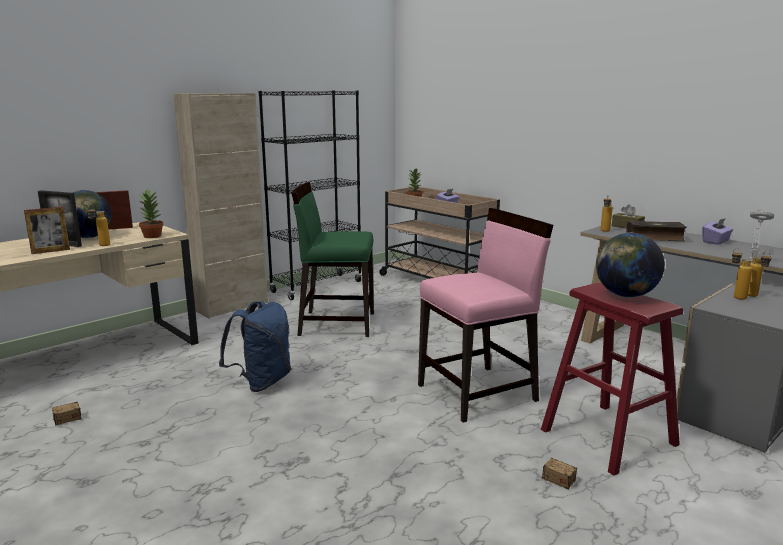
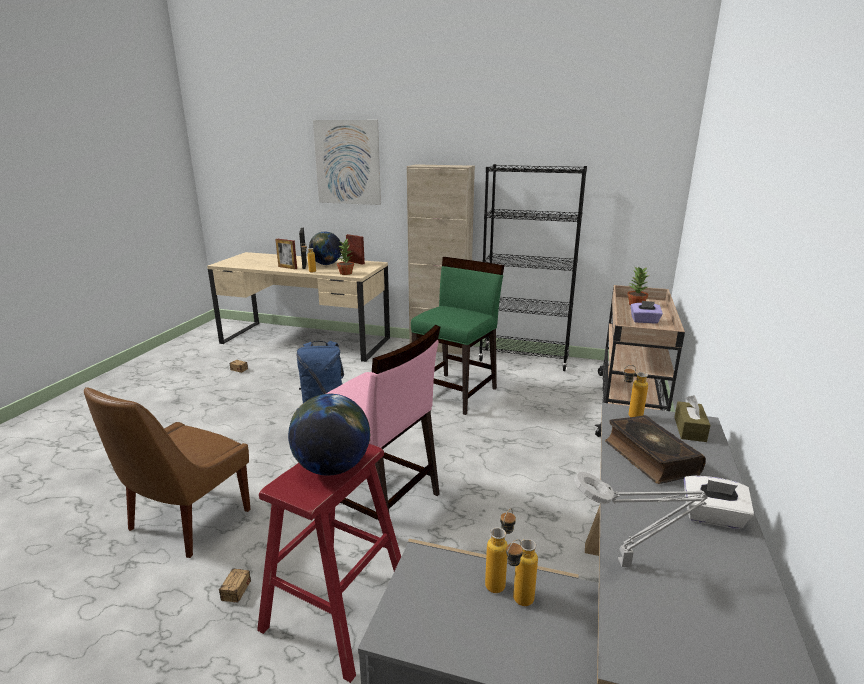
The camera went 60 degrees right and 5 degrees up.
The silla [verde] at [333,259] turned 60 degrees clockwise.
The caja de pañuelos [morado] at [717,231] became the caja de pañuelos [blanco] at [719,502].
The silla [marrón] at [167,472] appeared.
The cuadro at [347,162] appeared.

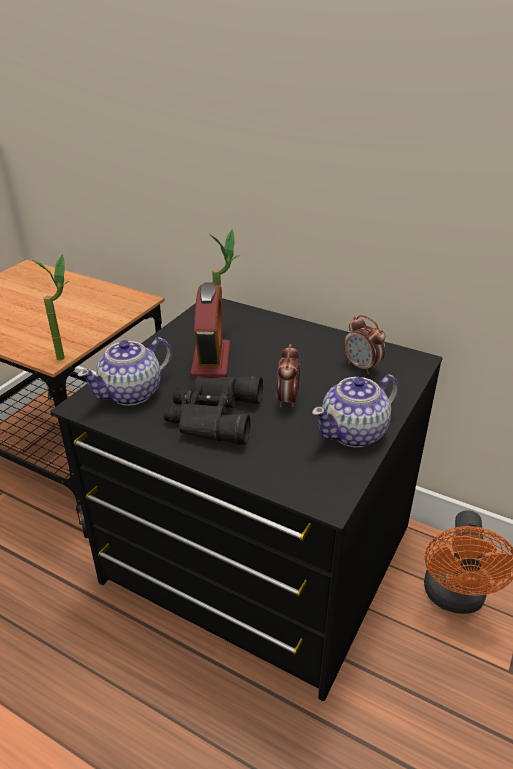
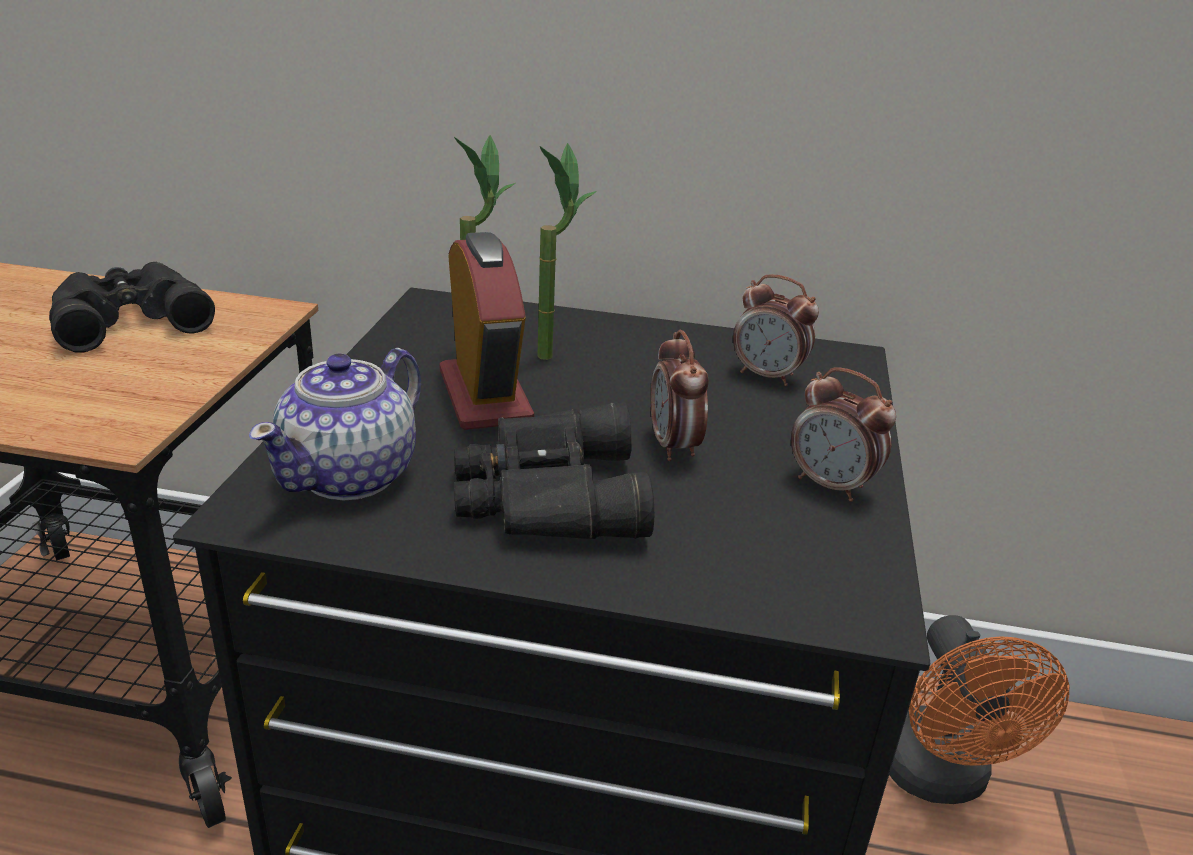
The camera went 20 degrees left and 5 degrees down.
The planta en maceta moved from [50,307] to [566,251].
The tetera at [355,411] was replaced by the despertador at [843,434].
The prismáticos [negro] at [132,307] appeared.

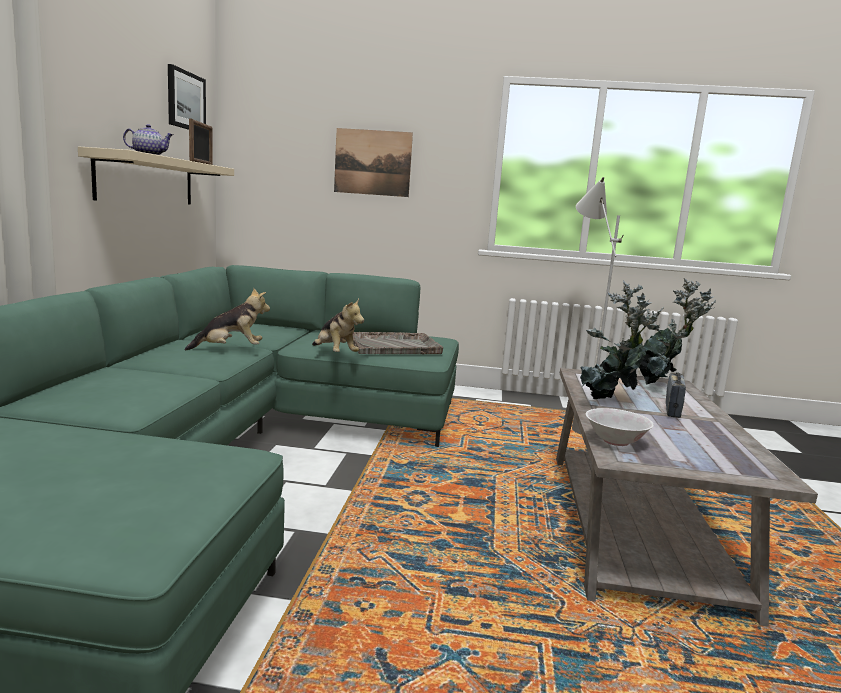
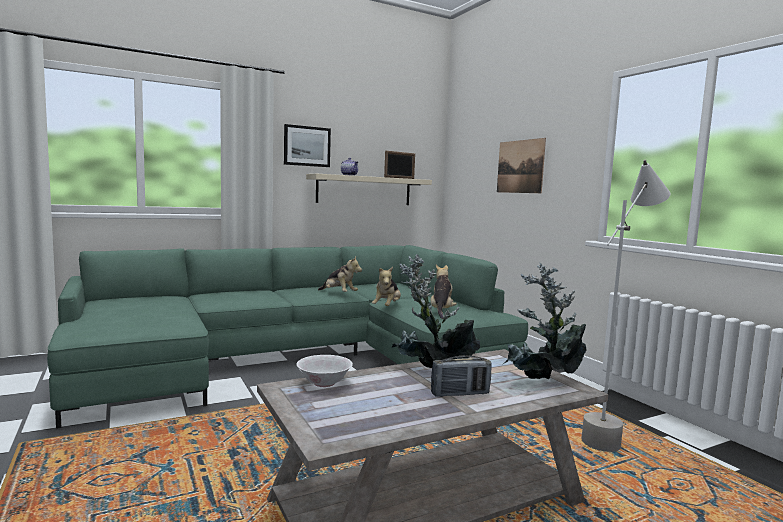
The camera went 55 degrees right and 5 degrees down.
The cuadro moved from [187,97] to [307,145].
The bandeja [gris] at [398,343] was replaced by the peluche at [444,292].

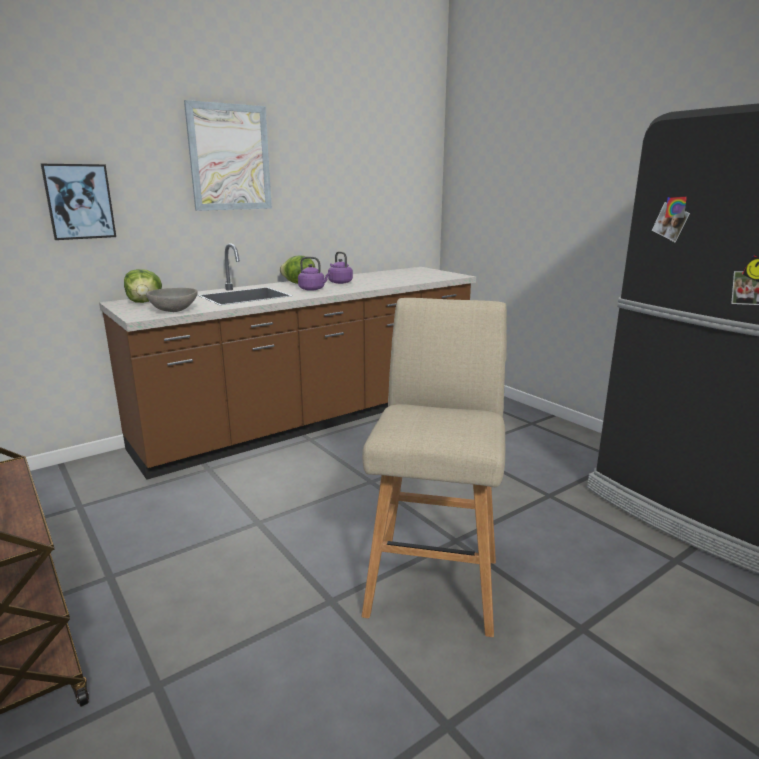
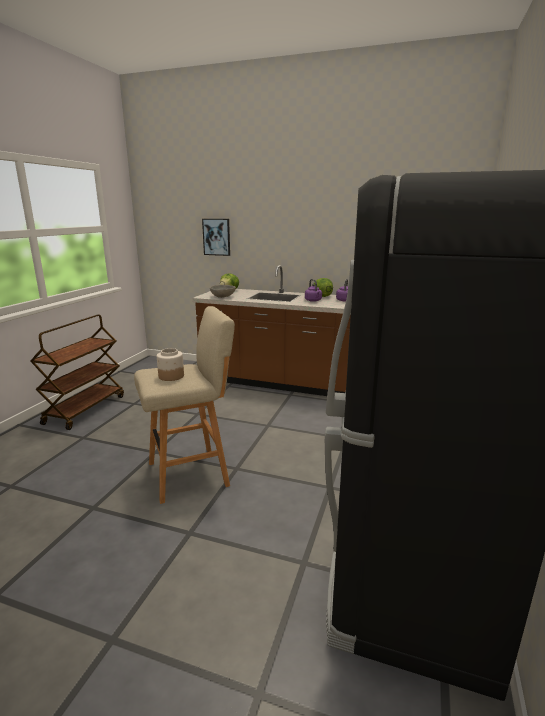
The camera went 55 degrees right and 0 degrees up.
The cuadro at [228,155] disappeared.
The tarro at [170,364] appeared.

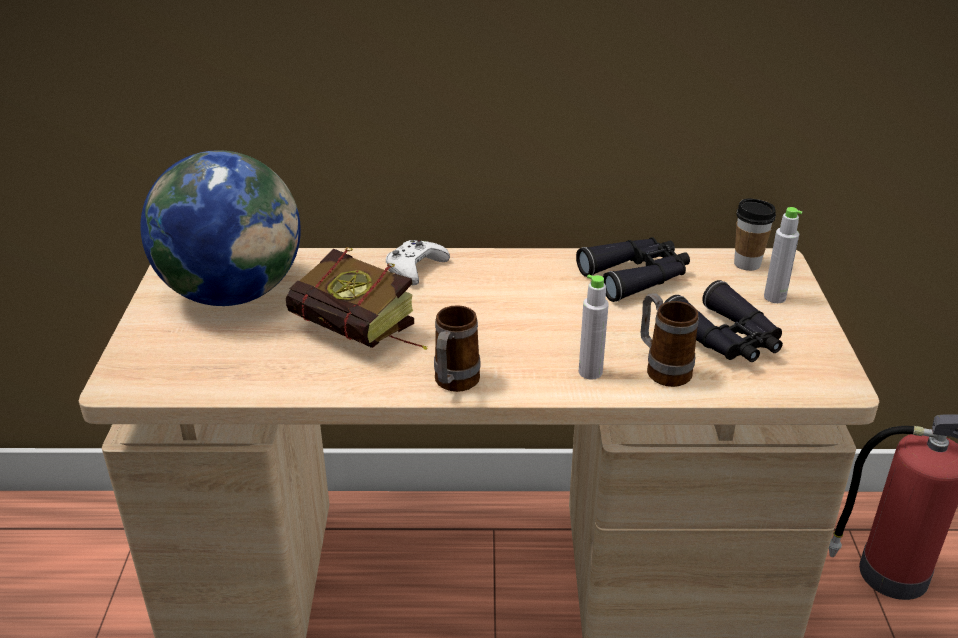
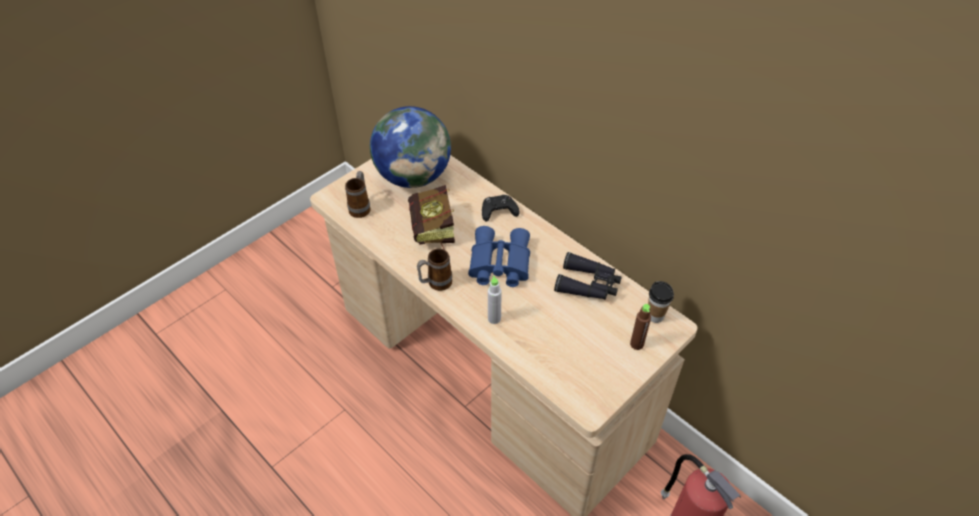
The camera went 45 degrees right and 15 degrees up.
The mando de consola [blanco] at [418,262] became the mando de consola [negro] at [501,208].
The taza grande moved from [670,340] to [358,194].
The prismáticos [negro] at [723,321] disappeared.
The botella [gris] at [783,255] became the botella [marrón] at [640,327].
The prismáticos [azul] at [499,256] appeared.

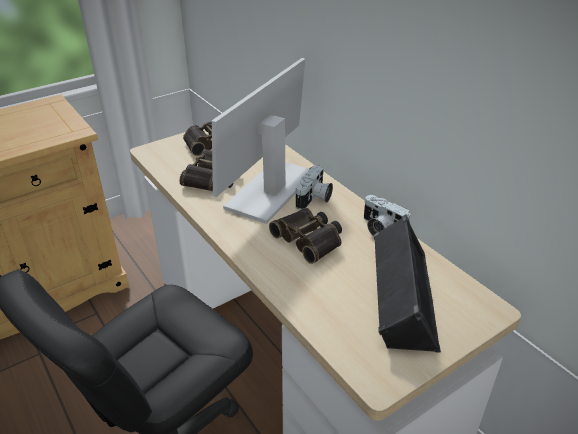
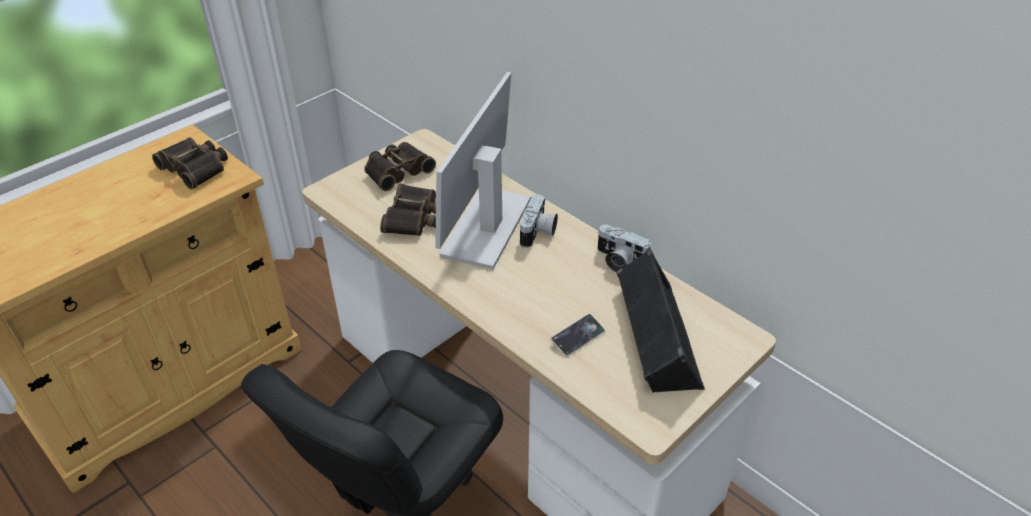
The camera went 10 degrees left and 5 degrees up.
The prismáticos moved from [305,236] to [190,163].
The móvil at [578,335] appeared.

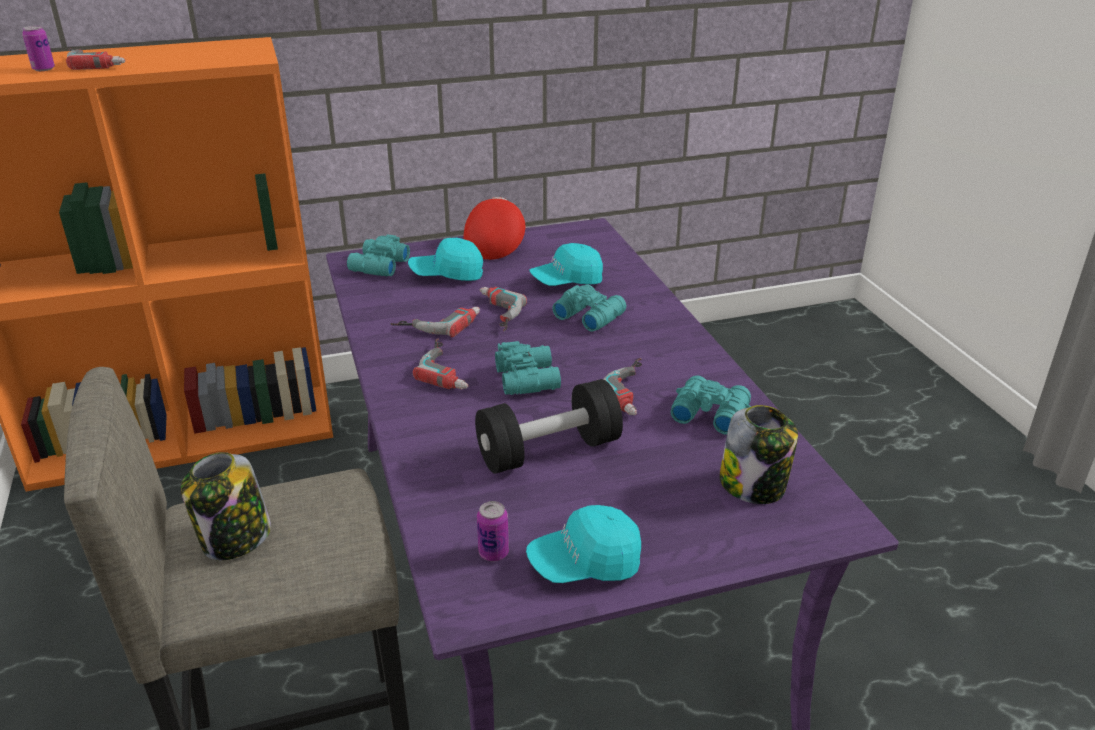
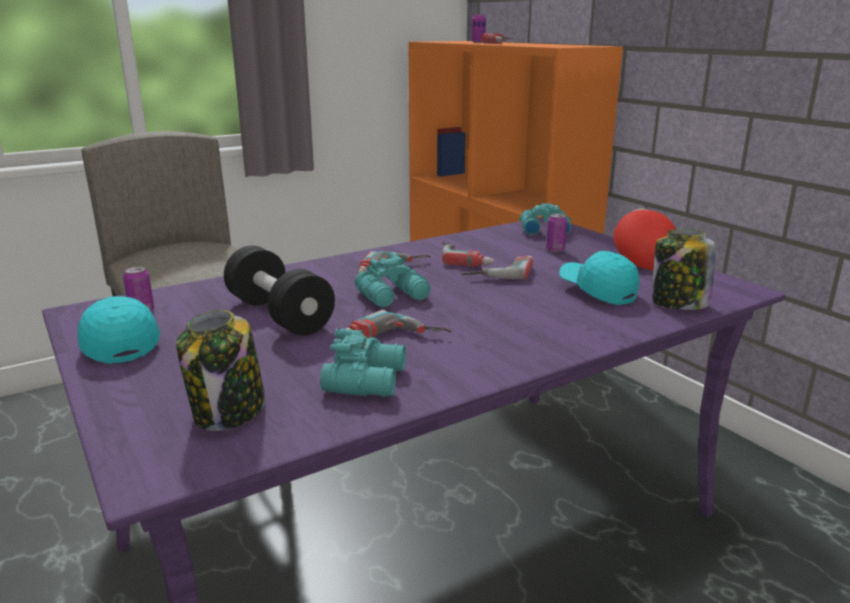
The camera went 75 degrees right and 10 degrees down.
The tarro moved from [226,506] to [684,269].
The gorra [turquesa] at [445,259] was replaced by the lata at [556,233].
The gorra [rojo] at [494,228] turned 90 degrees counterclockwise.
The prismáticos [turquesa] at [589,308] disappeared.

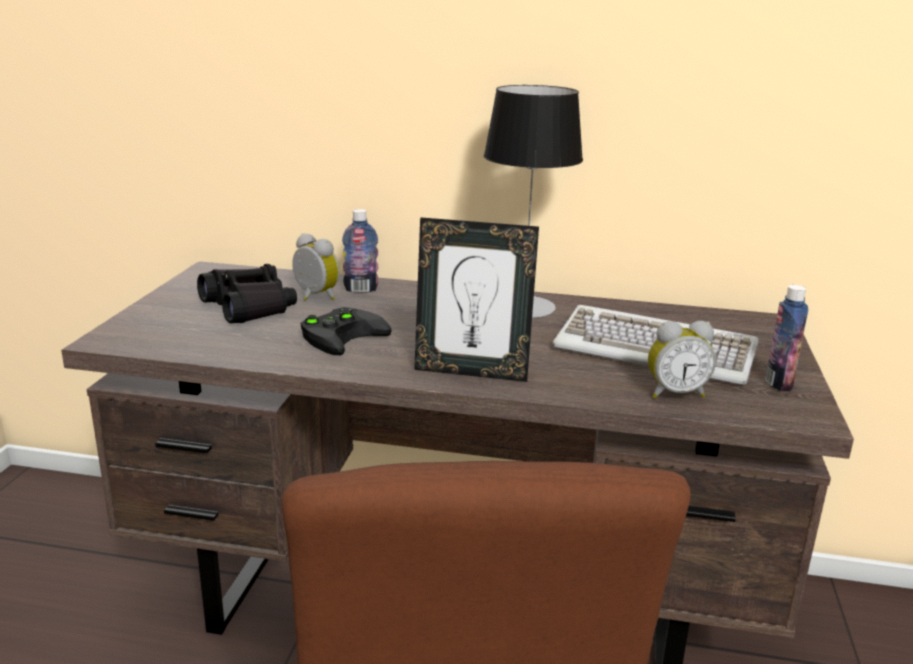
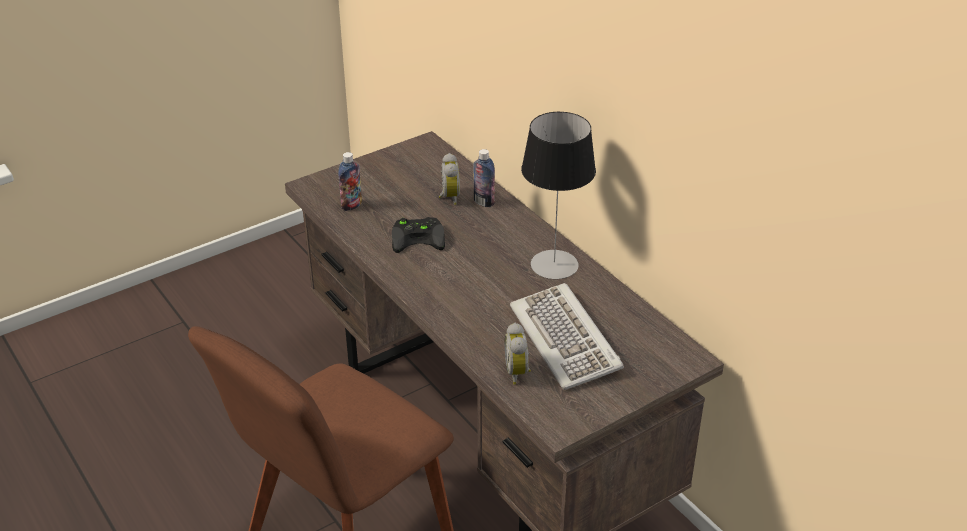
The camera went 45 degrees right and 15 degrees up.
The prismáticos [negro] at [247,293] disappeared.
The portarretratos at [476,299] disappeared.
The despertador at [682,360] turned 45 degrees clockwise.
The botella moved from [786,338] to [350,181].

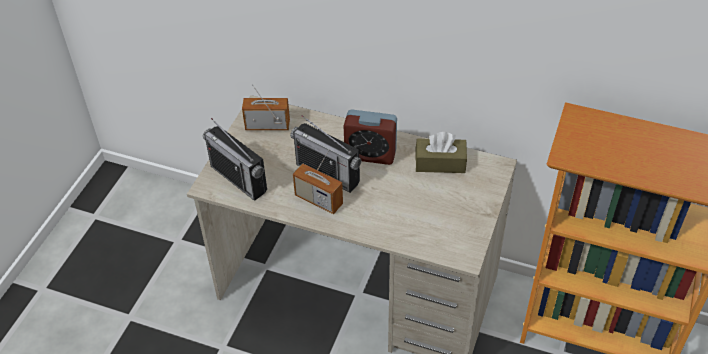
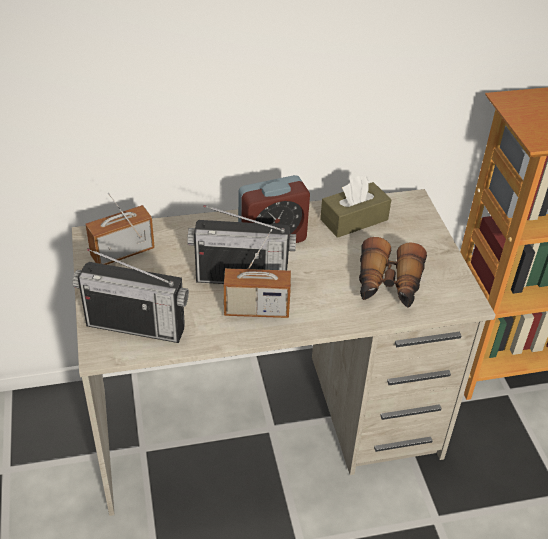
The camera went 35 degrees left and 5 degrees down.
The prismáticos at [393,272] appeared.

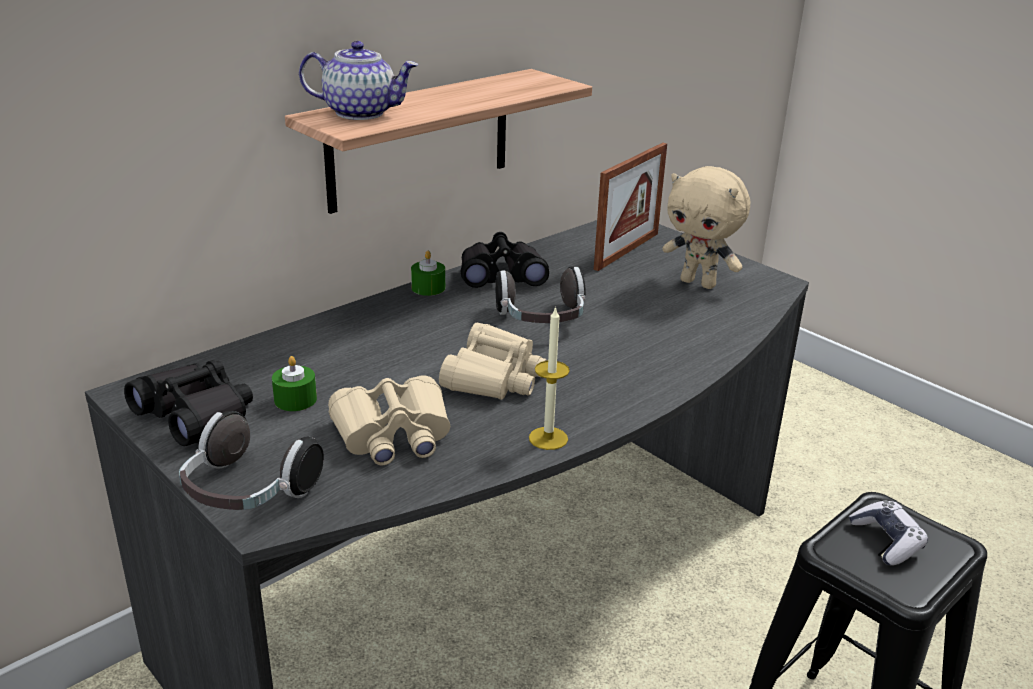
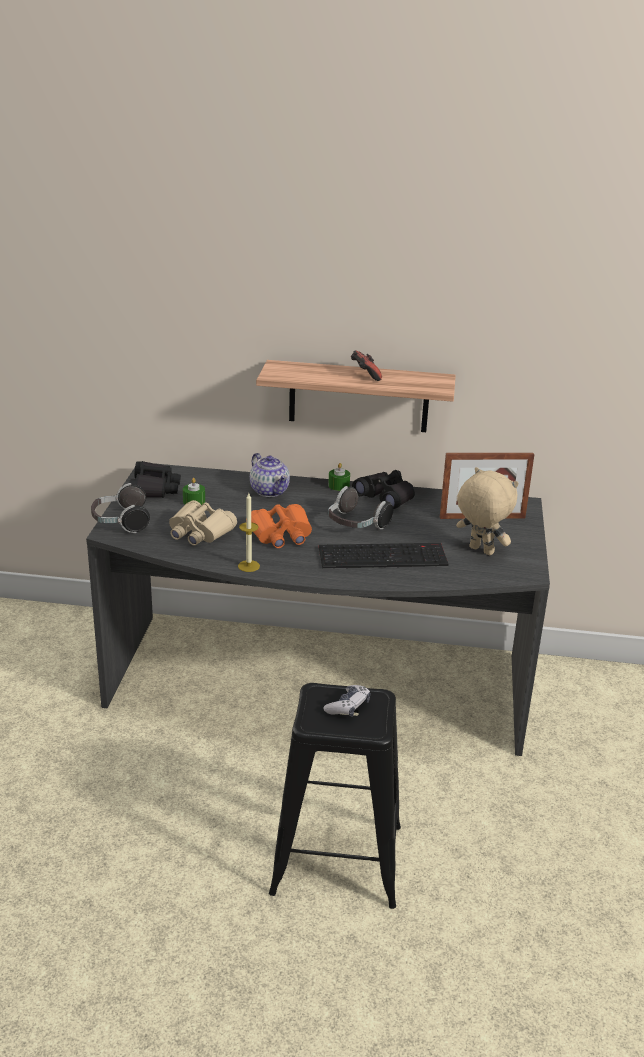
The camera went 50 degrees right and 0 degrees up.
The tetera moved from [359,80] to [270,475].
The prismáticos [beis] at [493,361] became the prismáticos [naranja] at [281,526].
The peluche [beis] at [706,227] turned 135 degrees clockwise.
The teclado at [383,556] appeared.
The mando de consola at [366,365] appeared.

